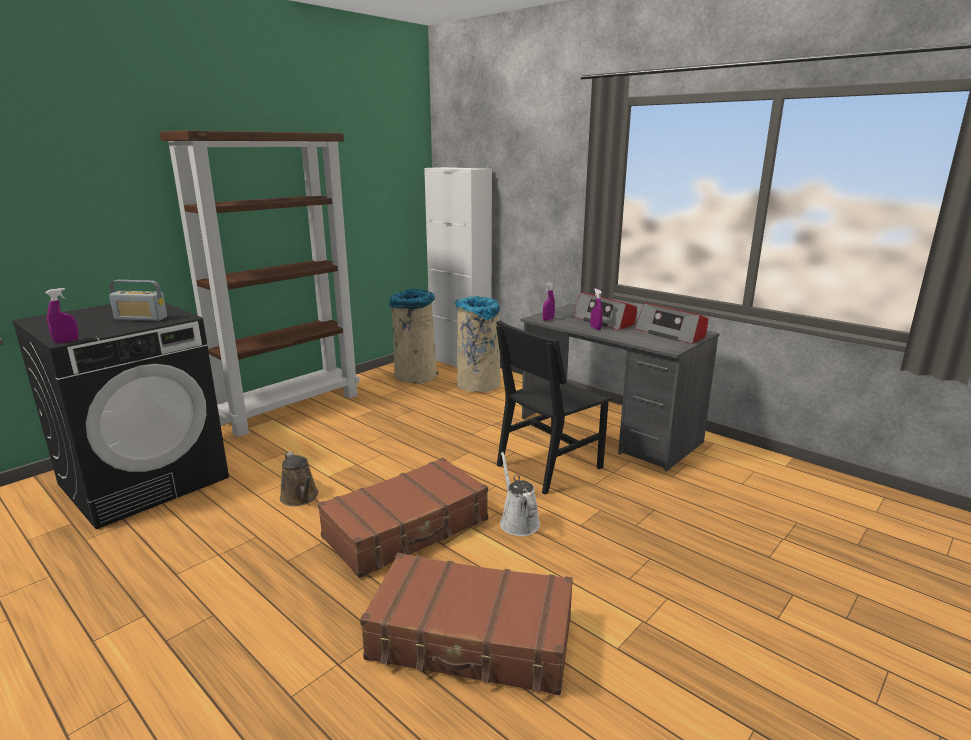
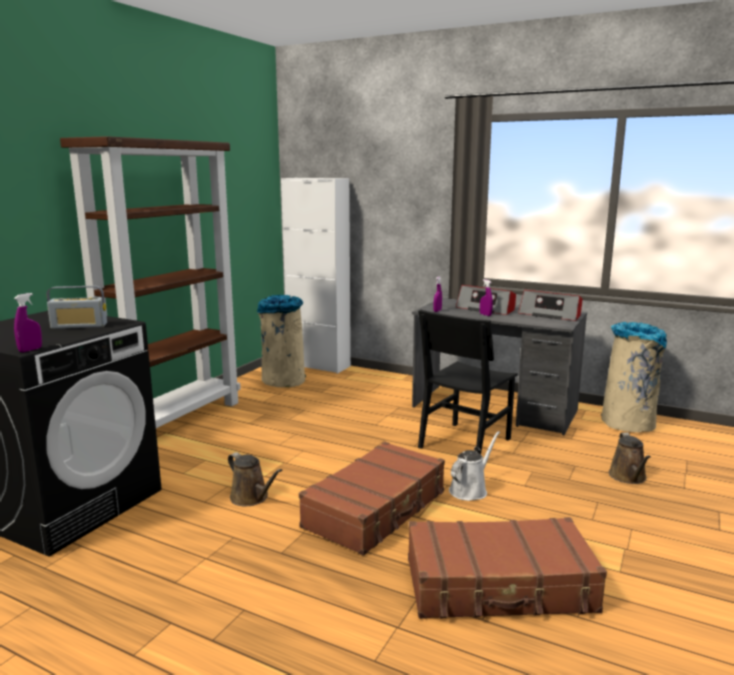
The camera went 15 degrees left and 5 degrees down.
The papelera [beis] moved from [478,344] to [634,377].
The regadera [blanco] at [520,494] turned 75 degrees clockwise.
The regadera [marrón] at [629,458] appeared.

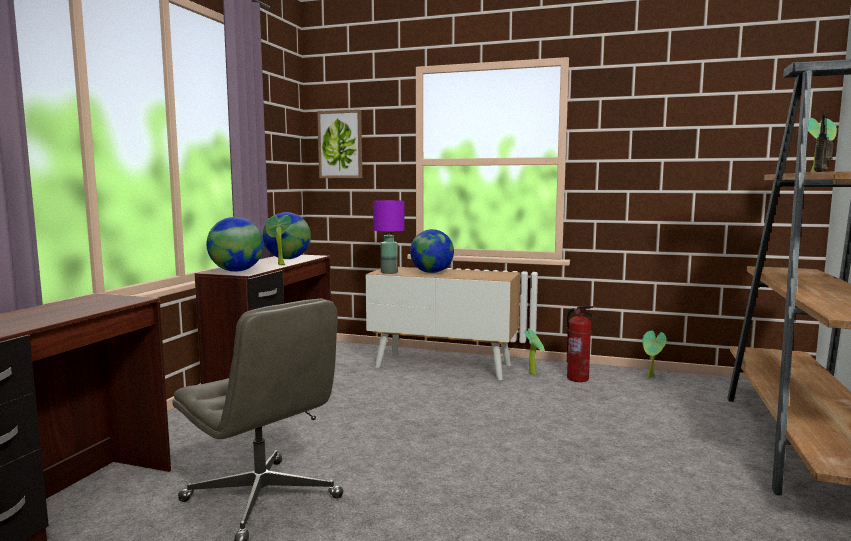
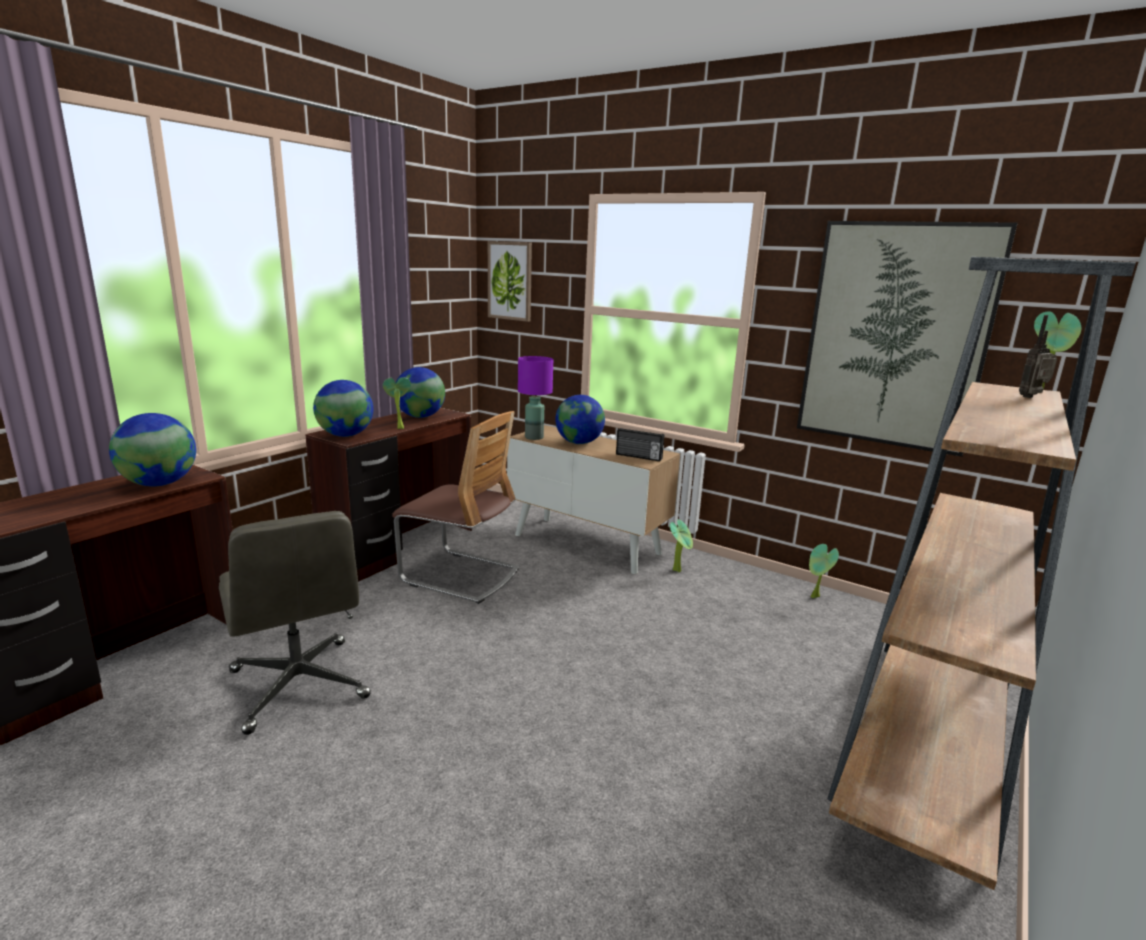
The camera went 15 degrees right and 10 degrees up.
The extintor at [580,344] disappeared.
The globo terráqueo at [152,449] appeared.
The silla at [455,507] appeared.
The radio at [640,444] appeared.
The cuadro at [907,339] appeared.

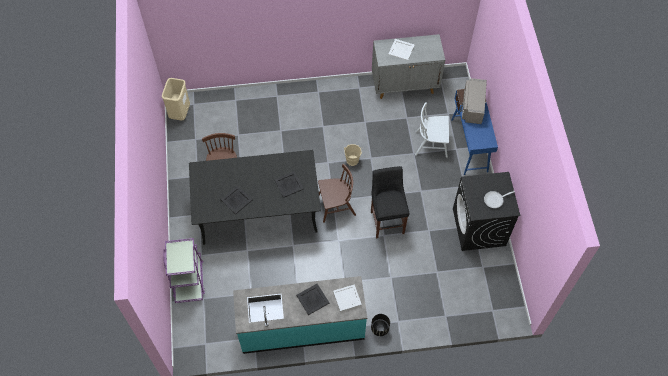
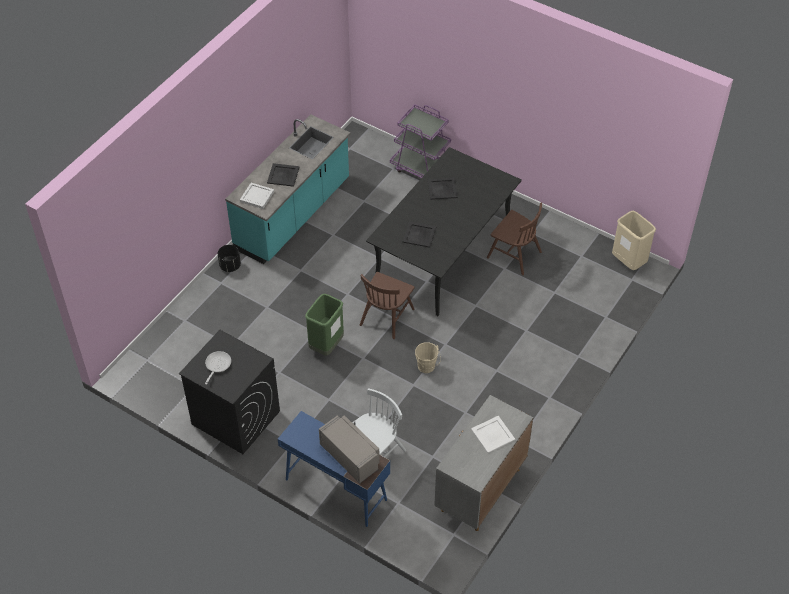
The camera went 130 degrees right and 10 degrees down.
The taburete [negro] at [390,202] was replaced by the papelera [verde] at [324,325].

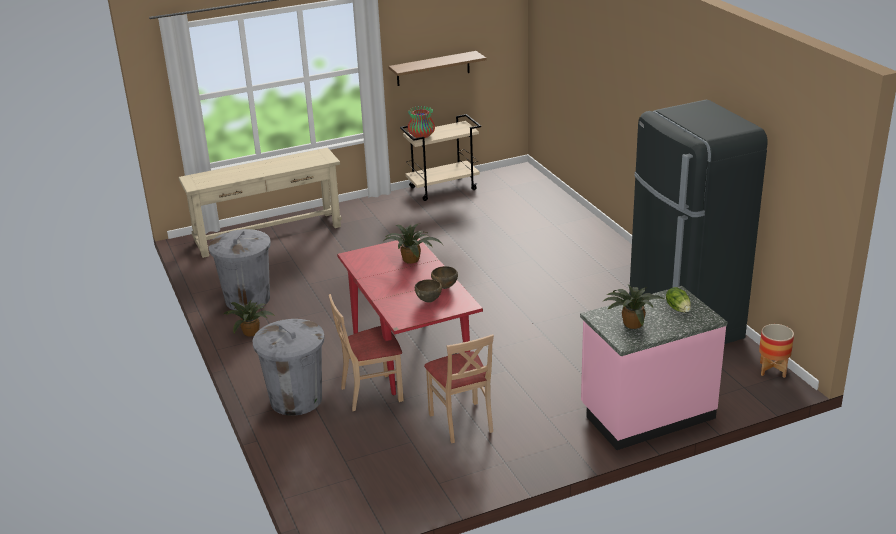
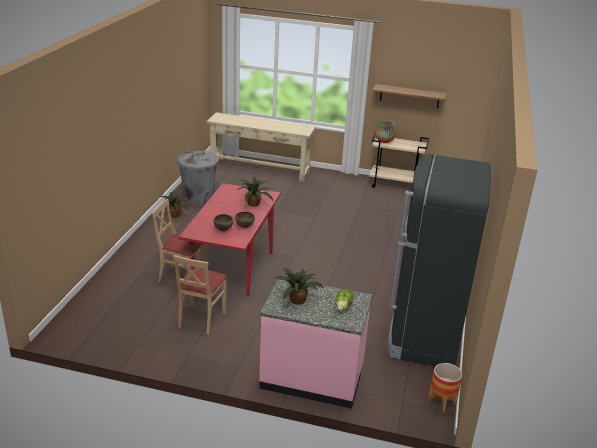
The camera went 35 degrees right and 0 degrees up.
The papelera [gris] at [289,367] disappeared.

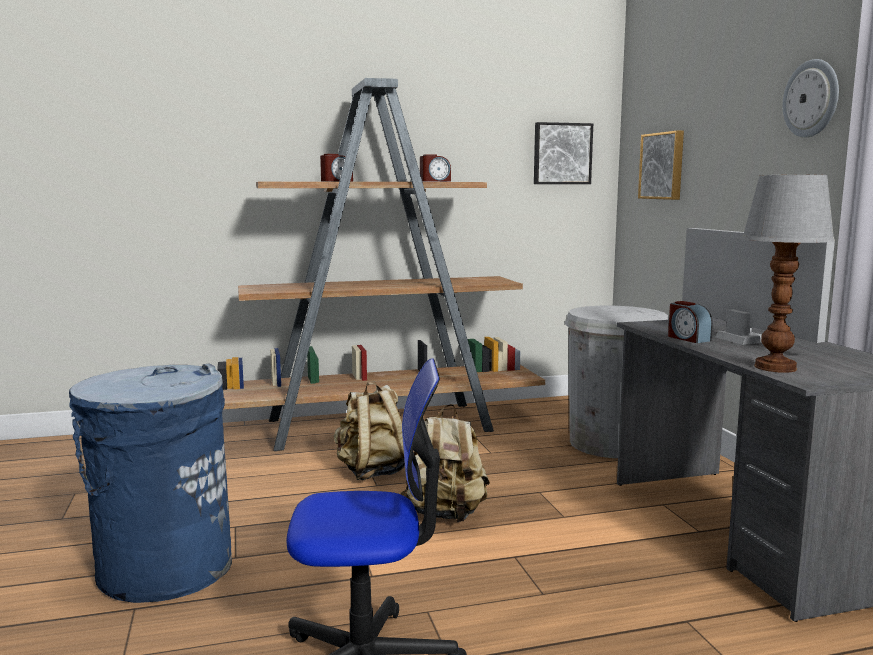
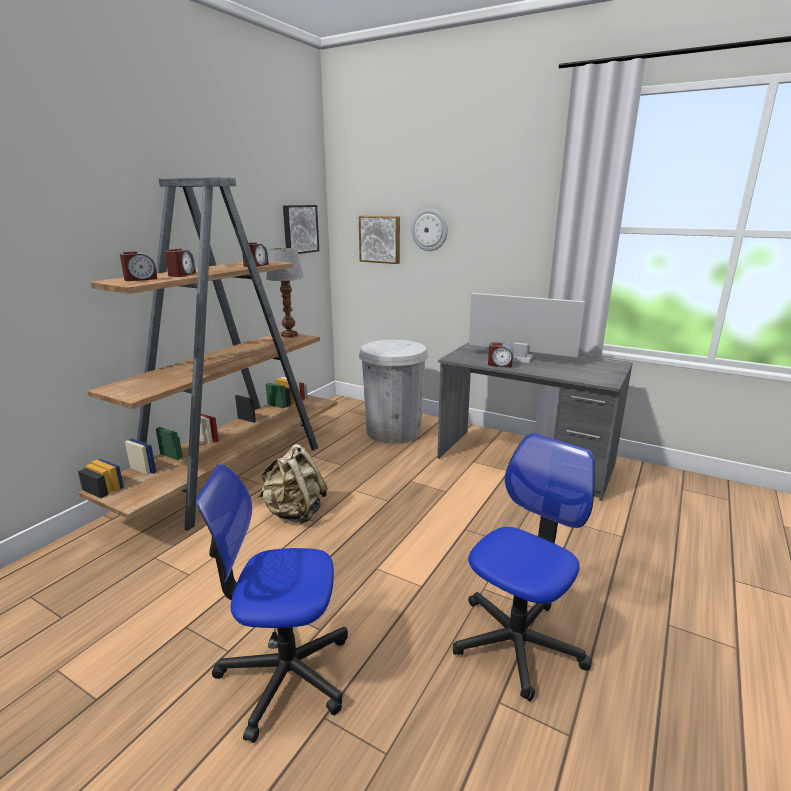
The camera went 45 degrees left and 10 degrees up.
The papelera [azul] at [150,483] was replaced by the silla de oficina at [271,603].
The mochila [beis] at [445,463] disappeared.
The lámpara de mesa moved from [788,274] to [285,293].
The reloj de pared moved from [811,98] to [429,230].
The despertador at [138,266] appeared.

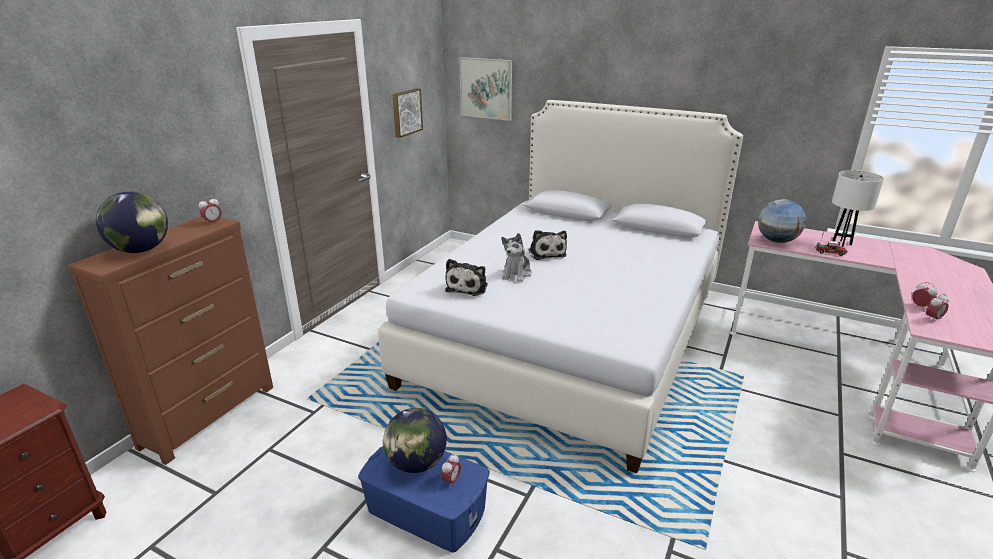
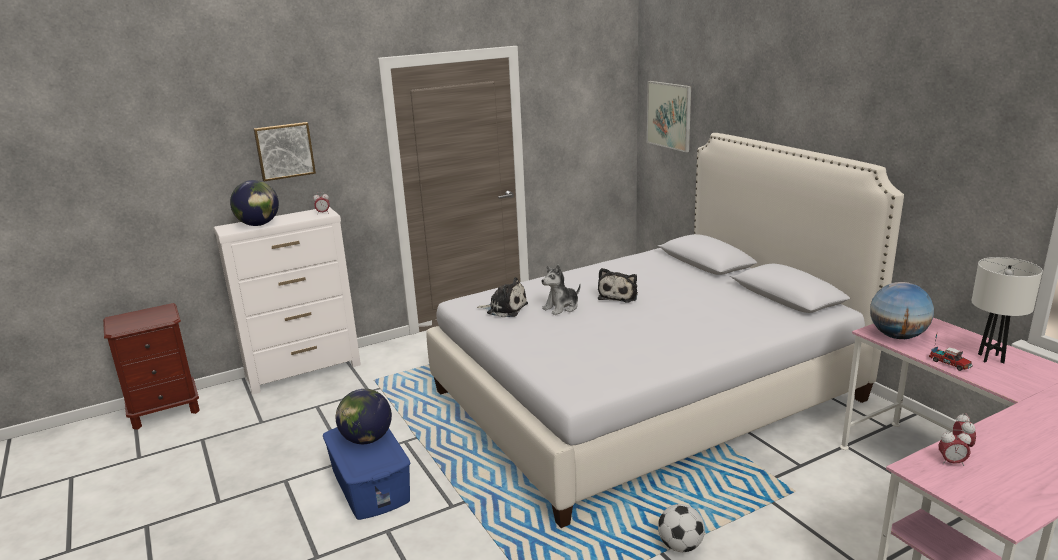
The camera went 35 degrees right and 5 degrees down.
The cómoda [marrón] at [170,341] became the cómoda [blanco] at [287,301].
The cuadro moved from [407,113] to [285,151].
The despertador at [451,471] disappeared.
The peluche at [466,277] turned 120 degrees counterclockwise.
The balón de fútbol at [681,528] appeared.

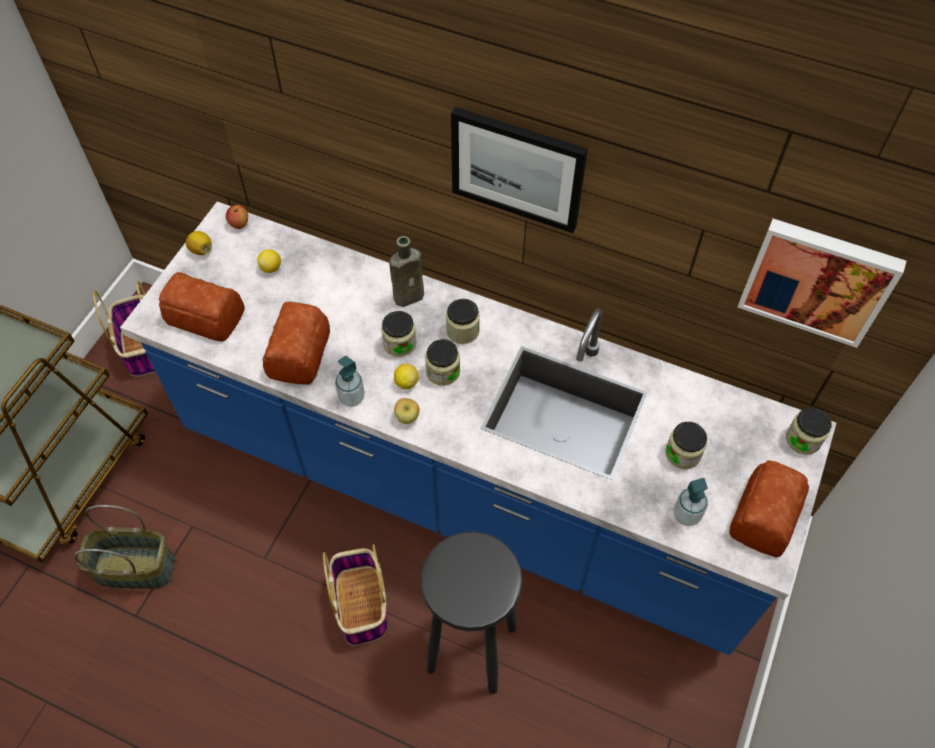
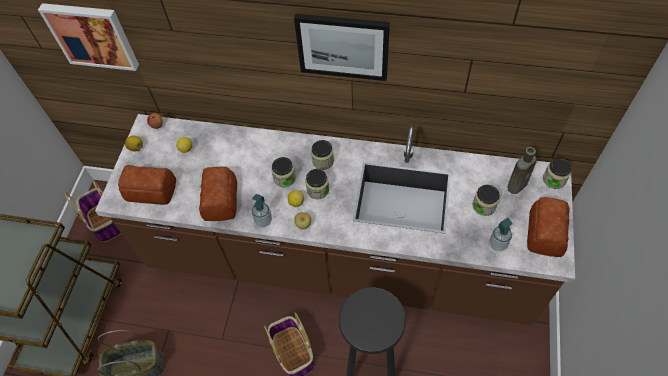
The camera went 10 degrees left and 0 degrees up.
The mueble bajo de cocina [azul] at [478,428] became the mueble bajo de cocina [marrón] at [335,219].
The botella [marrón] moved from [406,271] to [522,170].
The cuadro moved from [822,283] to [88,37].

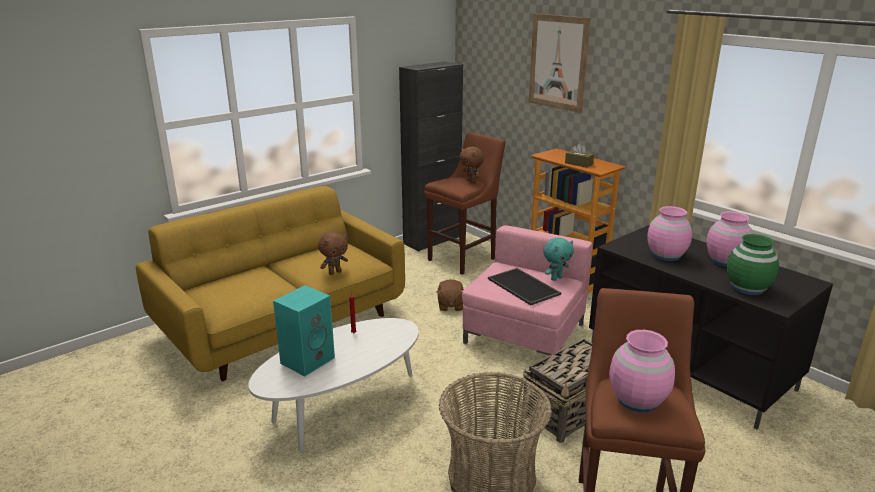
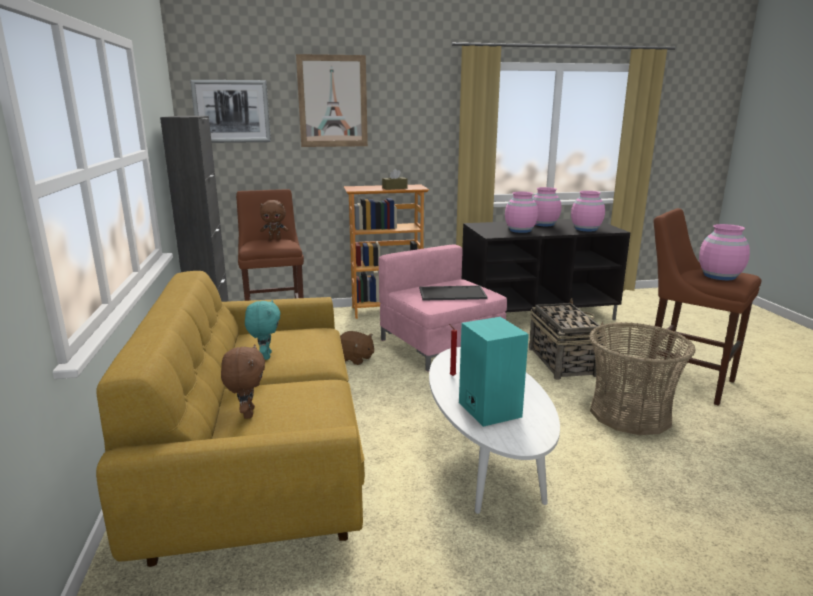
The camera went 60 degrees left and 5 degrees down.
The peluche [marrón] moved from [333,253] to [243,381].
The peluche [turquesa] moved from [558,259] to [263,330].
The florero [verde] at [752,264] became the florero [rosa] at [588,211].
The cuadro at [230,111] appeared.

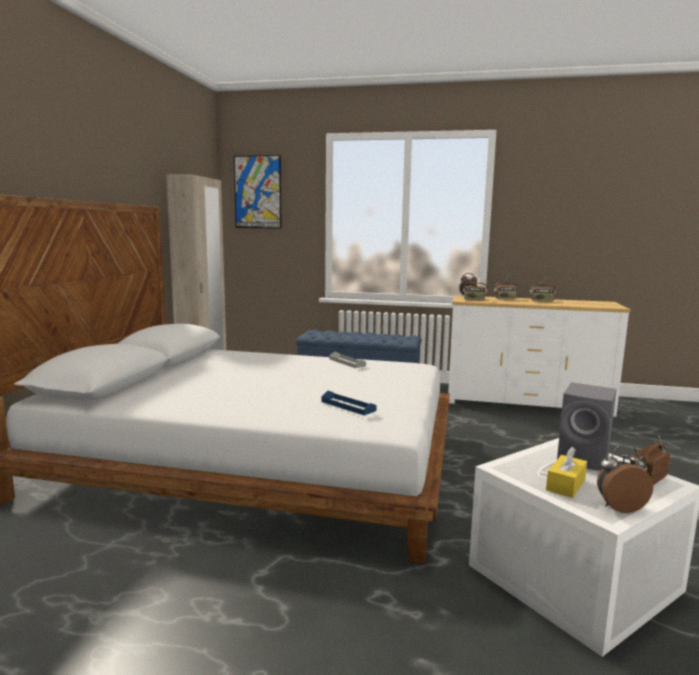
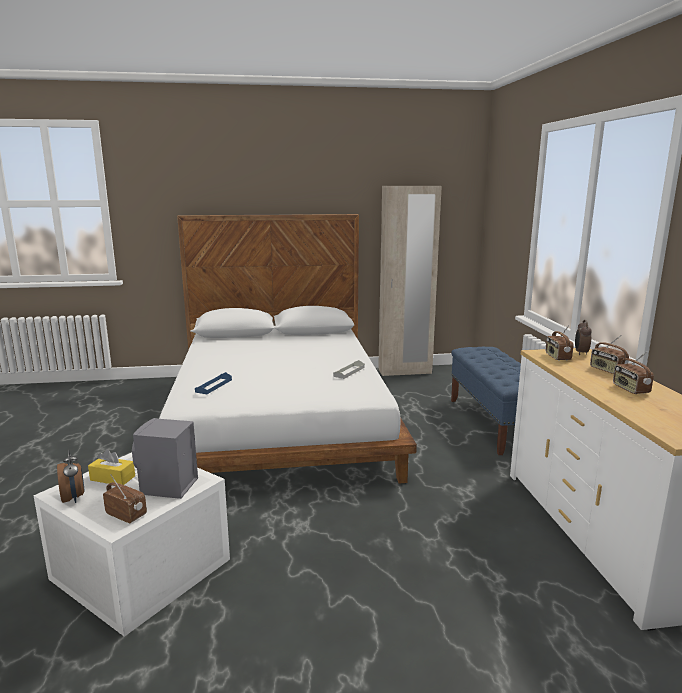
The camera went 70 degrees right and 5 degrees up.
The cuadro at [258,192] disappeared.

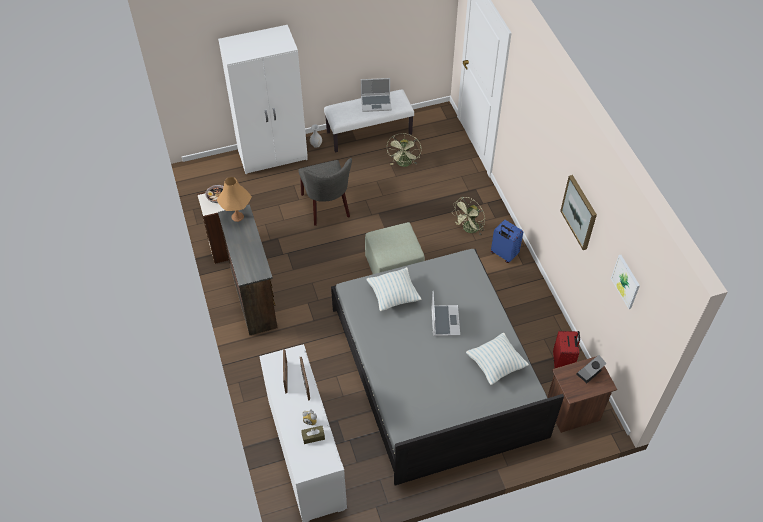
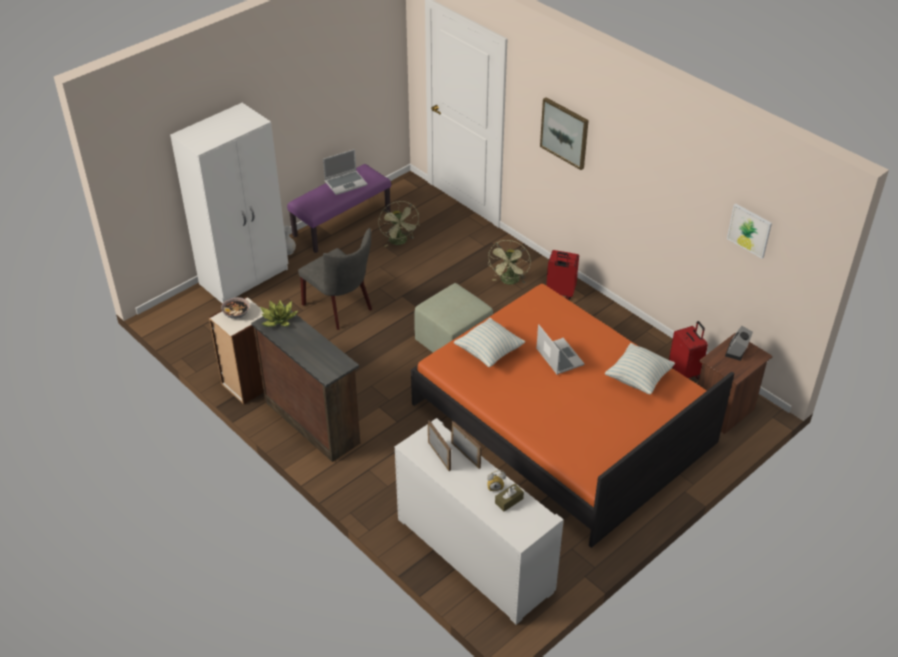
The camera went 25 degrees left and 10 degrees down.
The lámpara de mesa [naranja] at [234,199] was replaced by the planta en maceta at [279,313].
The banco [blanco] at [369,121] became the banco [morado] at [339,208].
The cama [gris] at [447,367] became the cama [naranja] at [573,416].
The maleta [azul] at [507,241] became the maleta [rojo] at [562,274].
The cuadro moved from [578,212] to [564,133].

